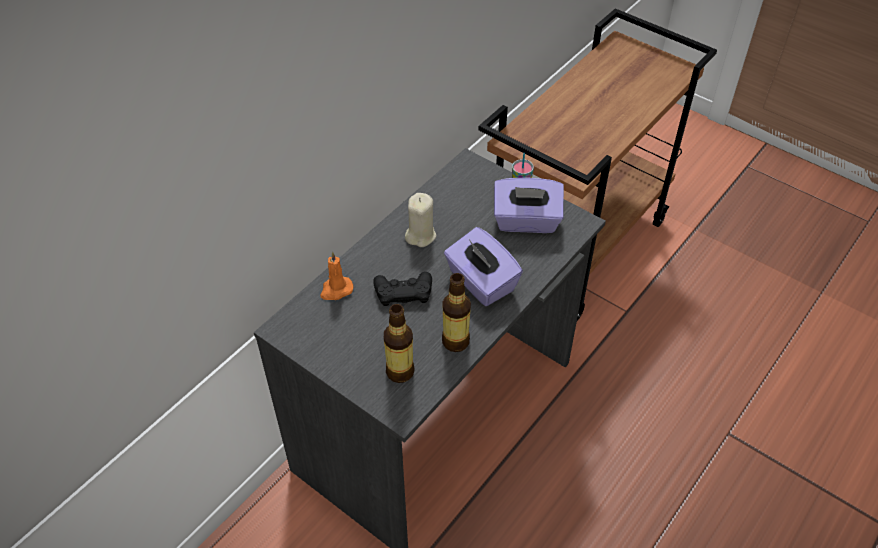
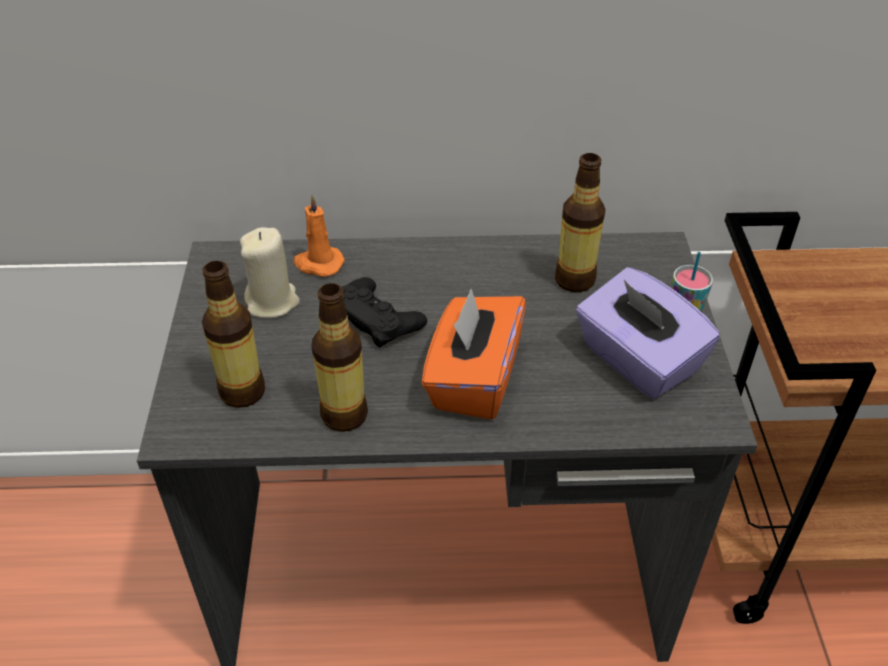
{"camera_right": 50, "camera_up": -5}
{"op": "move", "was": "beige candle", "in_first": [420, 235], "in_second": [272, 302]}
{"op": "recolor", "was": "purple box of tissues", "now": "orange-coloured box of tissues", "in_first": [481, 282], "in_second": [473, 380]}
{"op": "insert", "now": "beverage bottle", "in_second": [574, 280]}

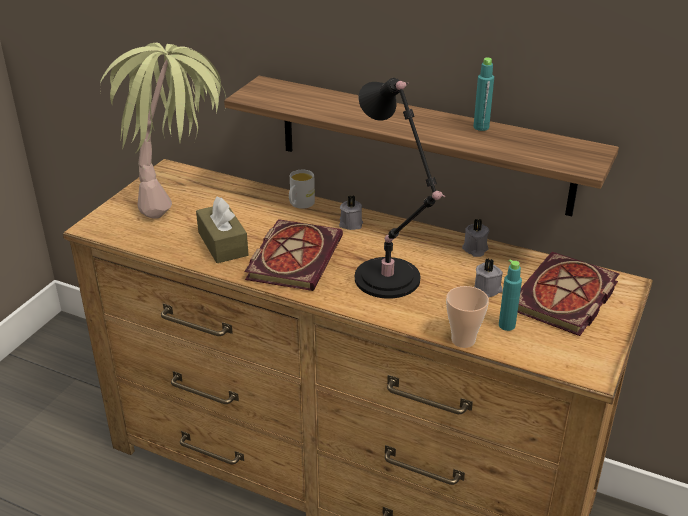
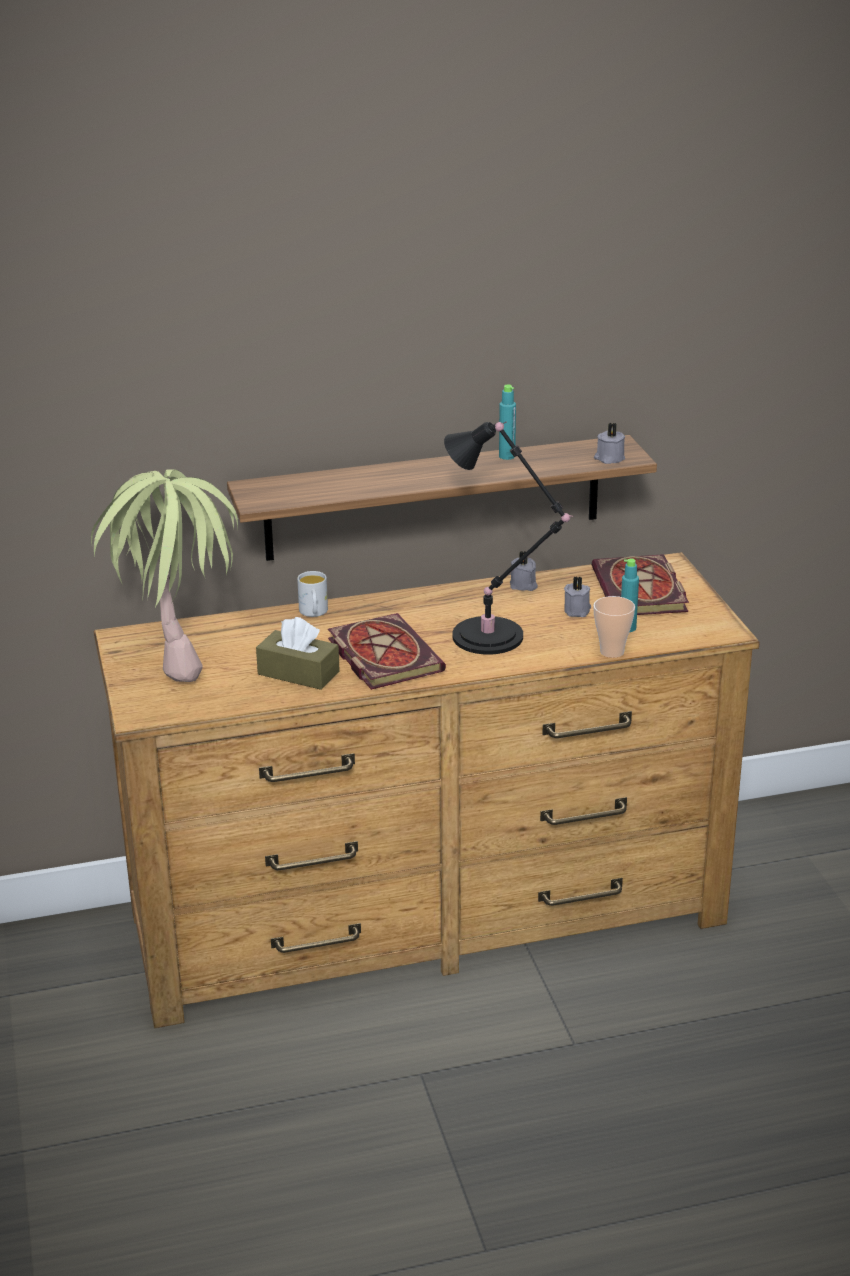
{"camera_right": -40, "camera_up": -5}
{"op": "move", "was": "gray candle", "in_first": [350, 223], "in_second": [609, 458]}

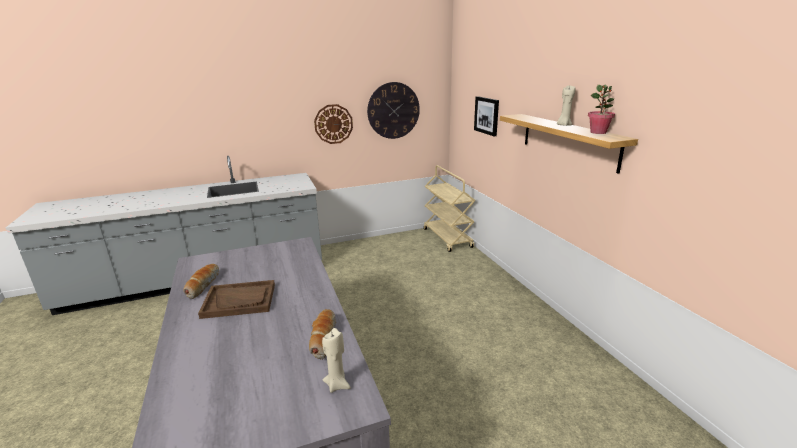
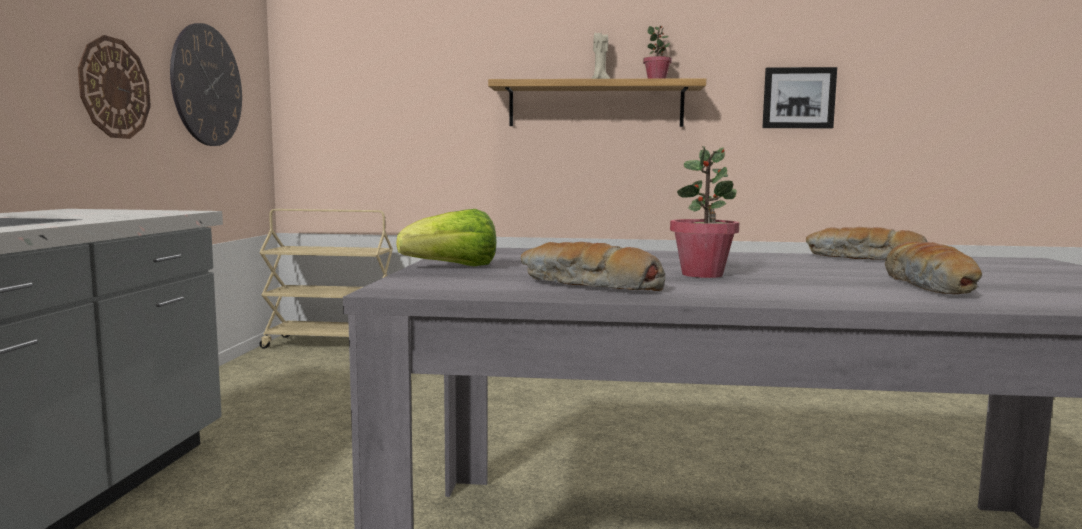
{"camera_right": -65, "camera_up": -15}
{"op": "replace", "was": "brownish tray", "now": "houseplant", "in_first": [239, 300], "in_second": [702, 274]}
{"op": "delete", "was": "beige candle", "in_first": [337, 384]}
{"op": "move", "was": "picture", "in_first": [487, 115], "in_second": [798, 98]}
{"op": "insert", "now": "lettuce", "in_second": [453, 267]}
{"op": "insert", "now": "bakery bread", "in_second": [930, 286]}

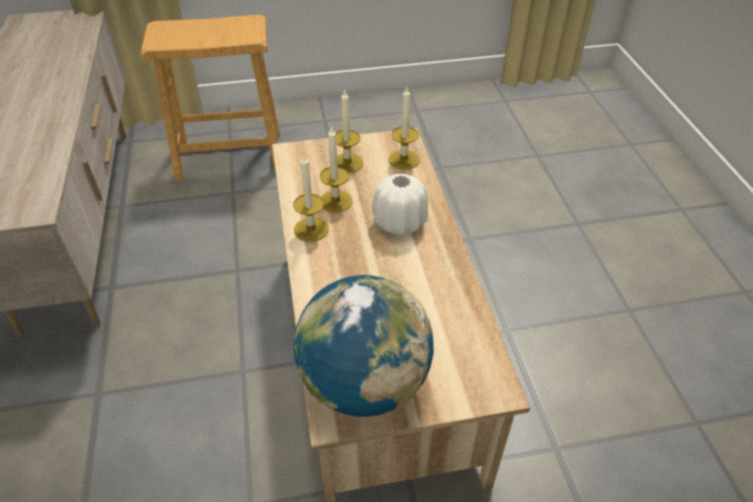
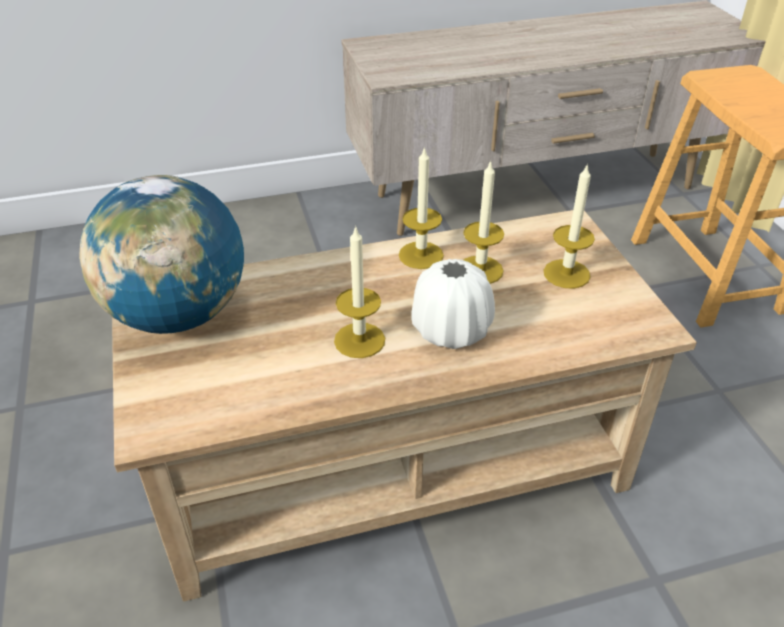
{"camera_right": 85, "camera_up": -5}
{"op": "move", "was": "candle", "in_first": [404, 159], "in_second": [359, 340]}

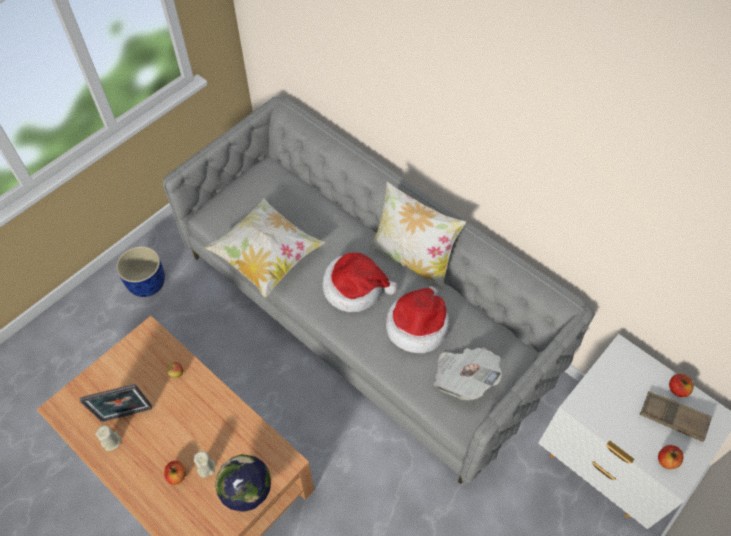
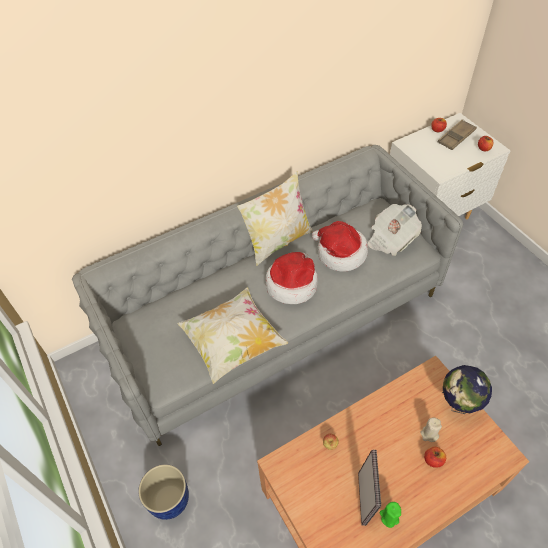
{"camera_right": -70, "camera_up": -5}
{"op": "recolor", "was": "beige candle", "now": "green candle", "in_first": [111, 441], "in_second": [389, 517]}

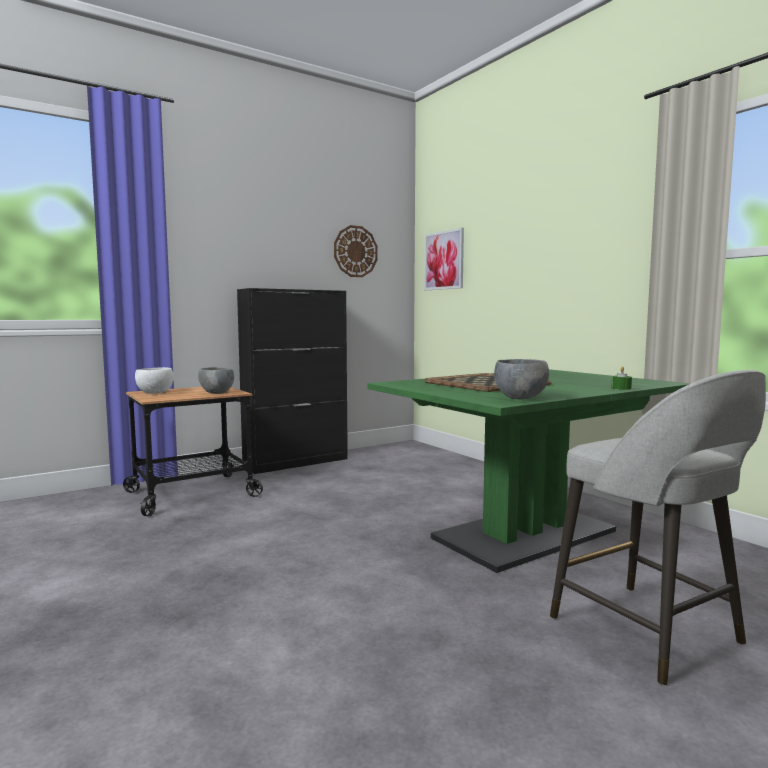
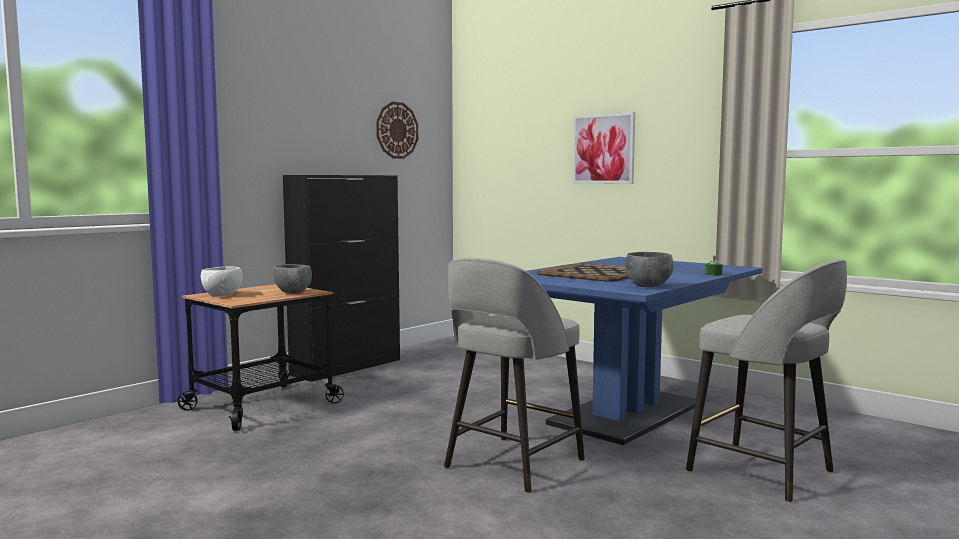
{"camera_right": -15, "camera_up": 0}
{"op": "recolor", "was": "green kitchen table", "now": "blue-coloured kitchen table", "in_first": [524, 535], "in_second": [626, 414]}
{"op": "move", "was": "picture", "in_first": [444, 260], "in_second": [603, 149]}
{"op": "insert", "now": "gray sitting stool", "in_second": [511, 465]}

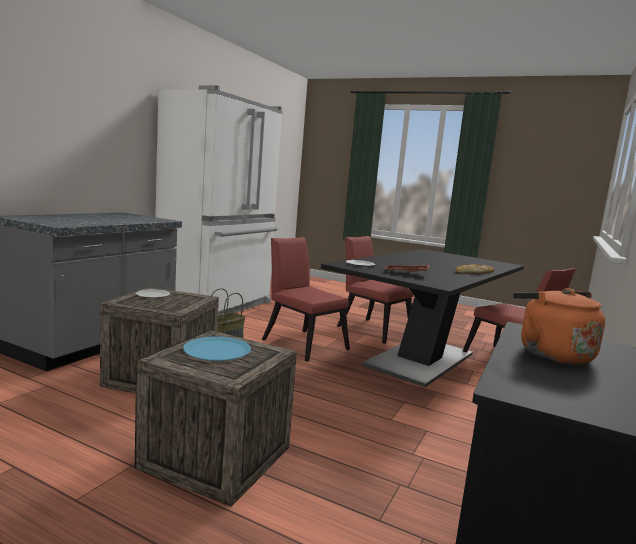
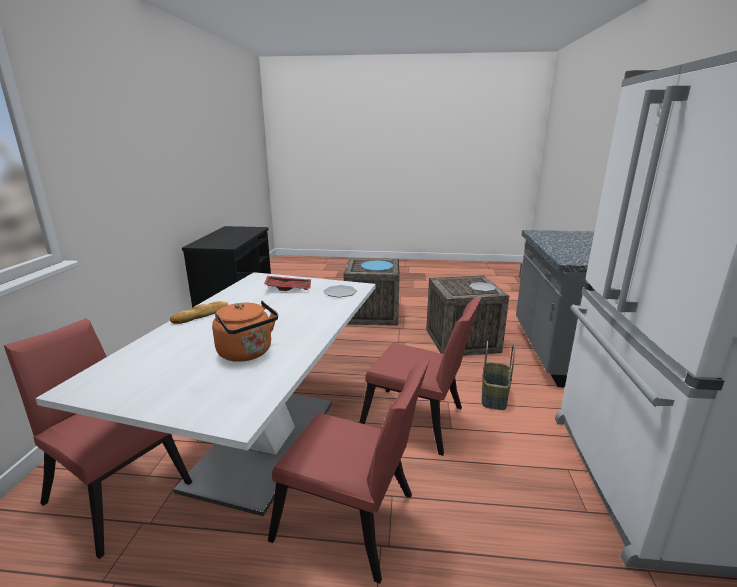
{"camera_right": 160, "camera_up": 10}
{"op": "recolor", "was": "black kitchen table", "now": "white-coloured kitchen table", "in_first": [420, 359], "in_second": [264, 442]}
{"op": "move", "was": "orange-coloured kettle", "in_first": [550, 354], "in_second": [247, 353]}

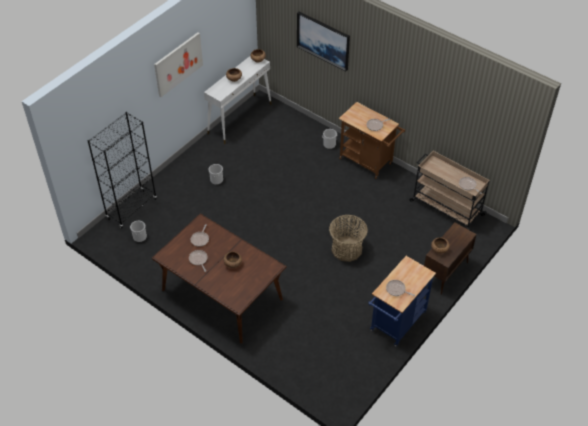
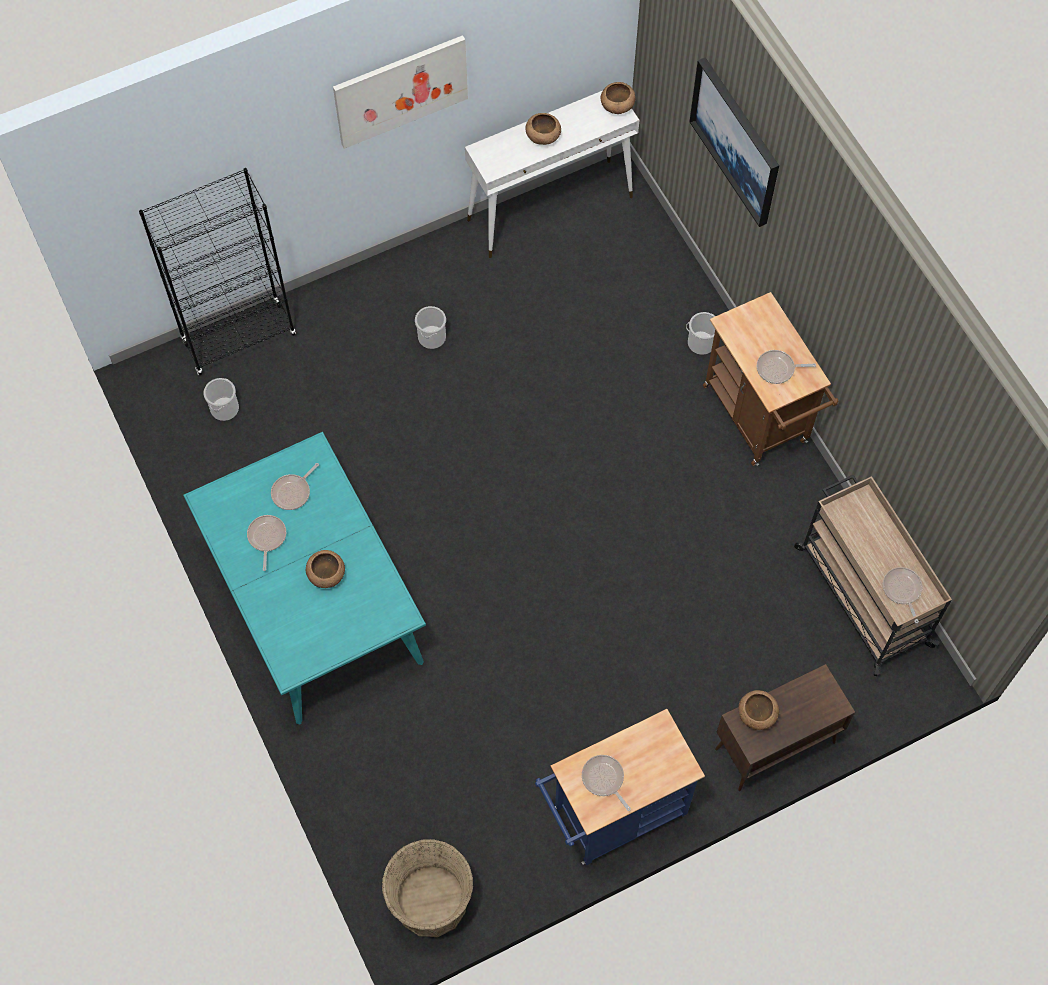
{"camera_right": 25, "camera_up": 15}
{"op": "recolor", "was": "brownish kitchen table", "now": "blue-green kitchen table", "in_first": [222, 294], "in_second": [316, 603]}
{"op": "move", "was": "basket", "in_first": [347, 249], "in_second": [431, 901]}

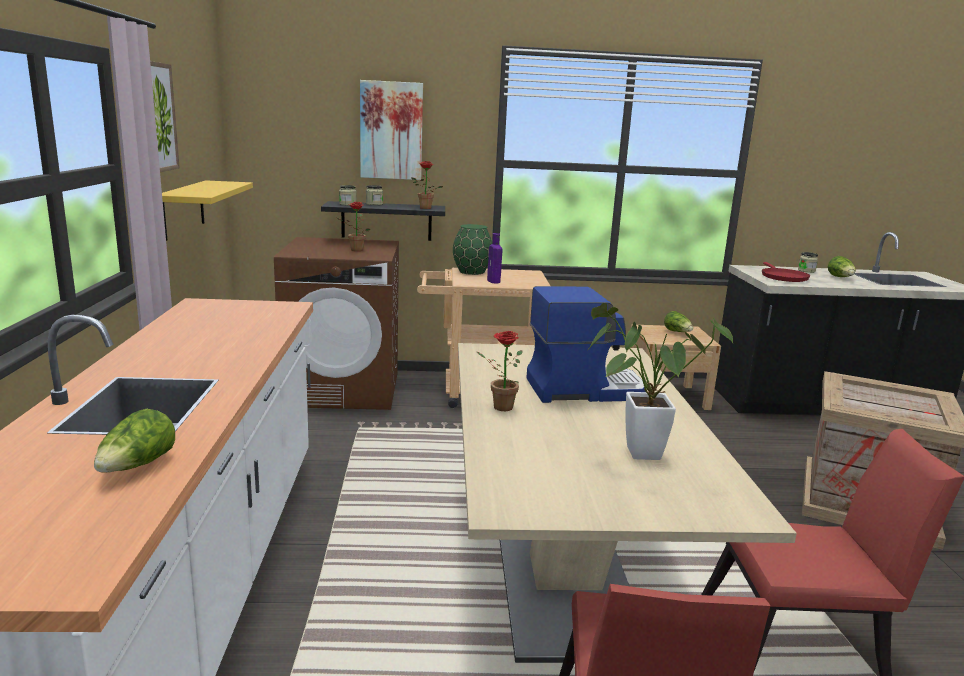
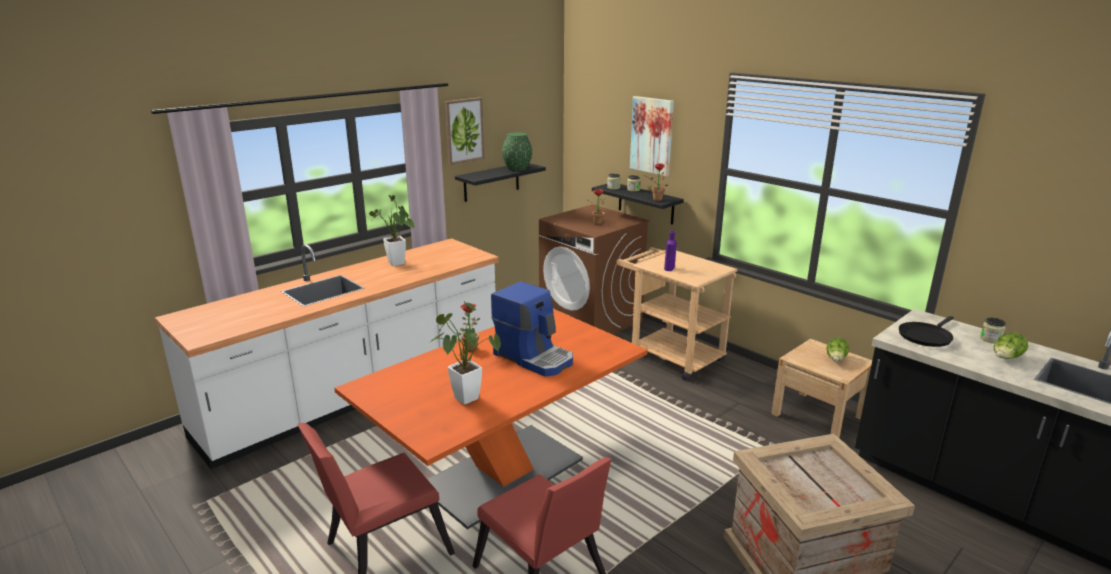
{"camera_right": 50, "camera_up": 5}
{"op": "delete", "was": "lettuce", "in_first": [137, 466]}
{"op": "recolor", "was": "yellow-coloured shelf", "now": "black shelf", "in_first": [183, 209], "in_second": [491, 182]}
{"op": "move", "was": "green decorative vase", "in_first": [472, 272], "in_second": [517, 168]}
{"op": "recolor", "was": "beige kitchen table", "now": "orange-coloured kitchen table", "in_first": [564, 580], "in_second": [502, 473]}
{"op": "recolor", "was": "red-coloured skillet", "now": "black skillet", "in_first": [782, 277], "in_second": [925, 336]}
{"op": "insert", "now": "houseplant", "in_second": [397, 264]}

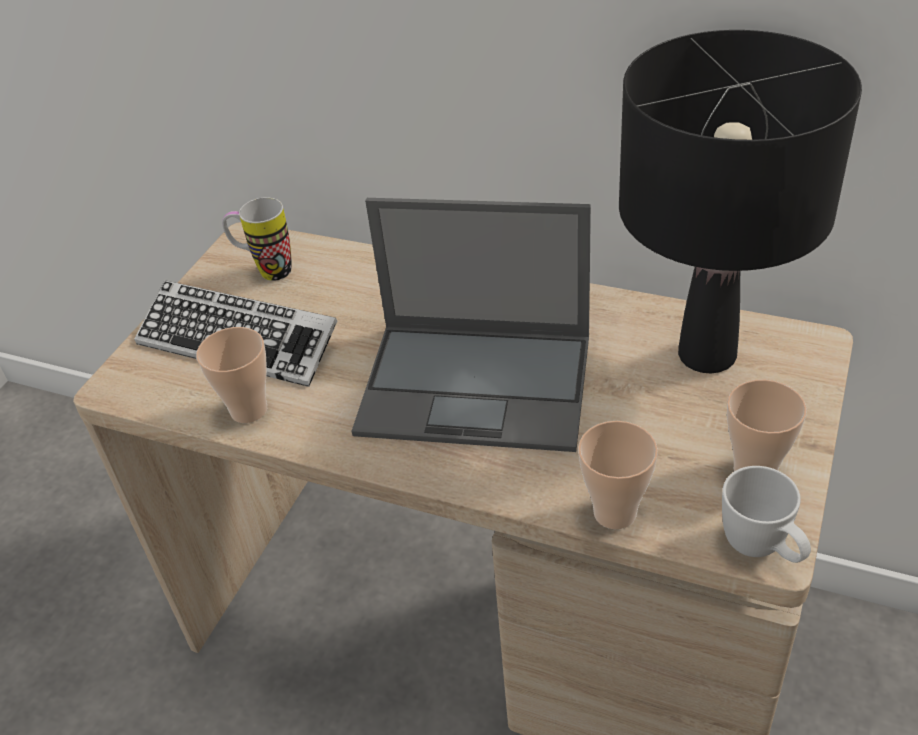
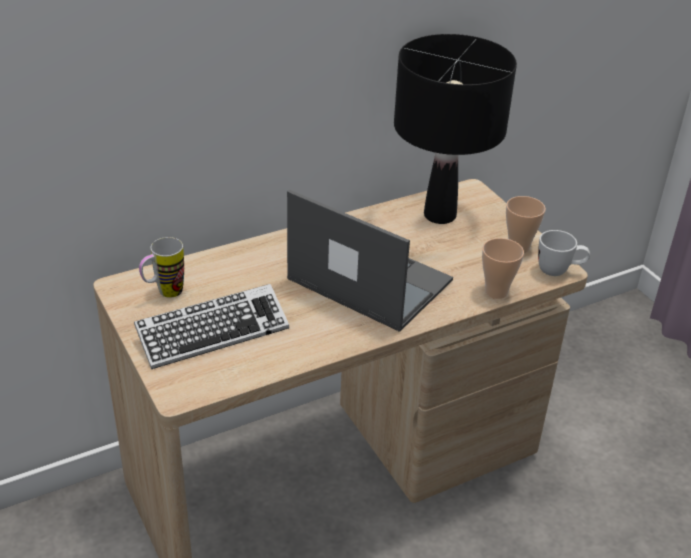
{"camera_right": -55, "camera_up": -5}
{"op": "delete", "was": "small cup", "in_first": [249, 410]}
{"op": "rotate", "was": "notebook computer", "in_first": [478, 385], "in_second": [367, 280], "clockwise": -105}

